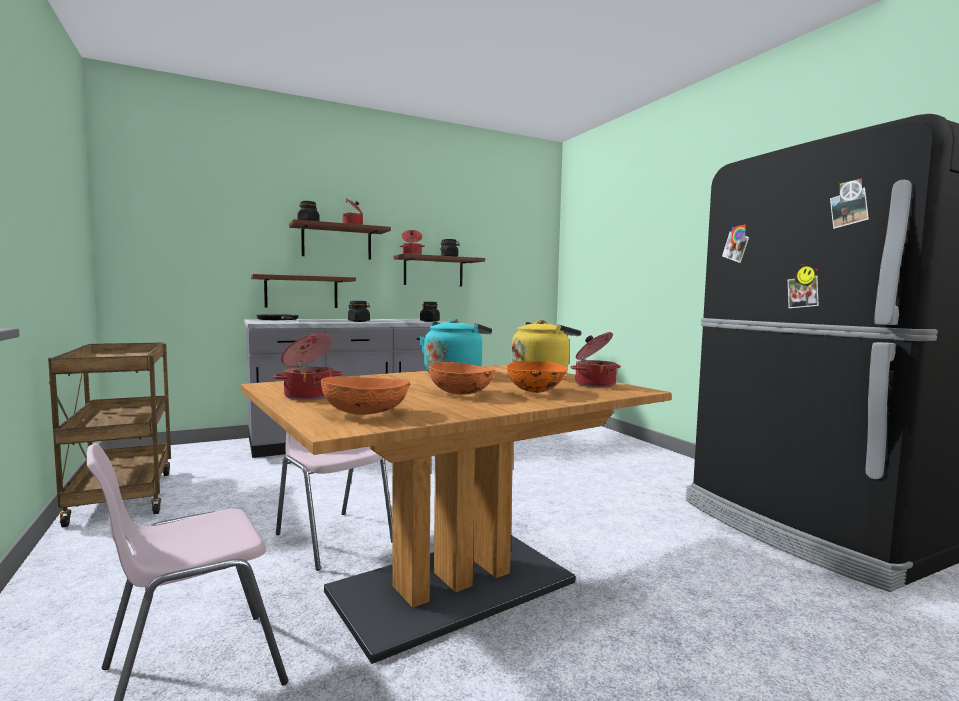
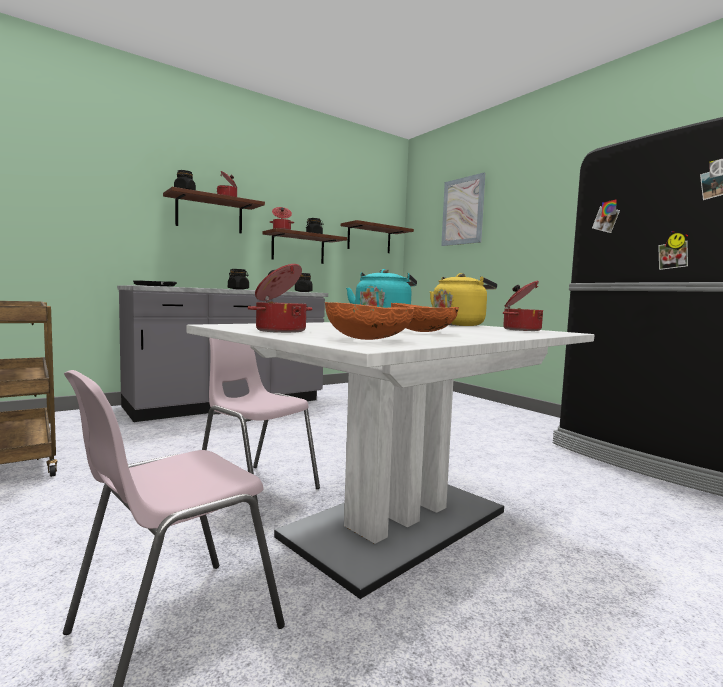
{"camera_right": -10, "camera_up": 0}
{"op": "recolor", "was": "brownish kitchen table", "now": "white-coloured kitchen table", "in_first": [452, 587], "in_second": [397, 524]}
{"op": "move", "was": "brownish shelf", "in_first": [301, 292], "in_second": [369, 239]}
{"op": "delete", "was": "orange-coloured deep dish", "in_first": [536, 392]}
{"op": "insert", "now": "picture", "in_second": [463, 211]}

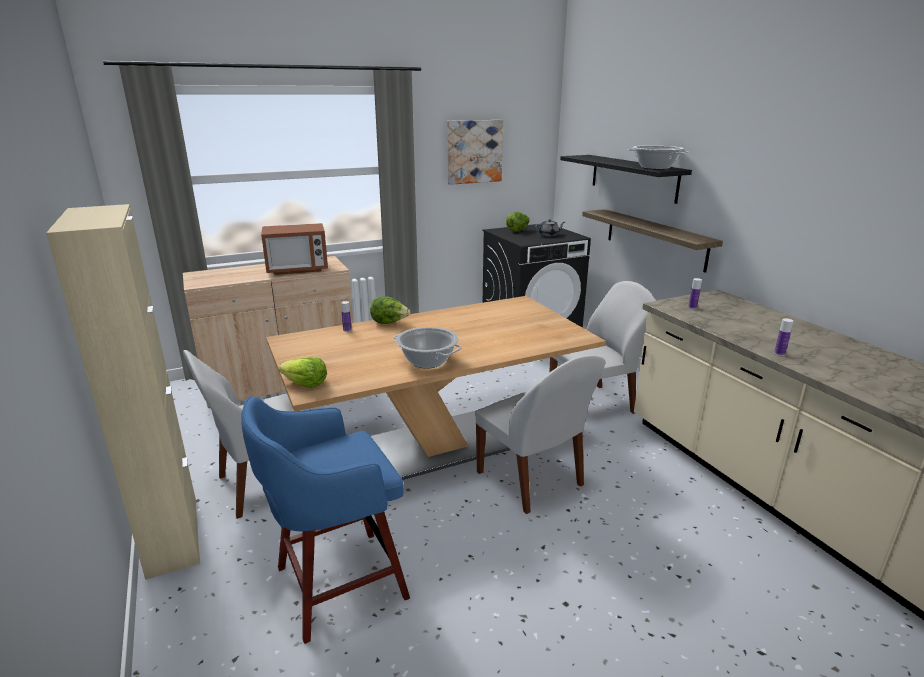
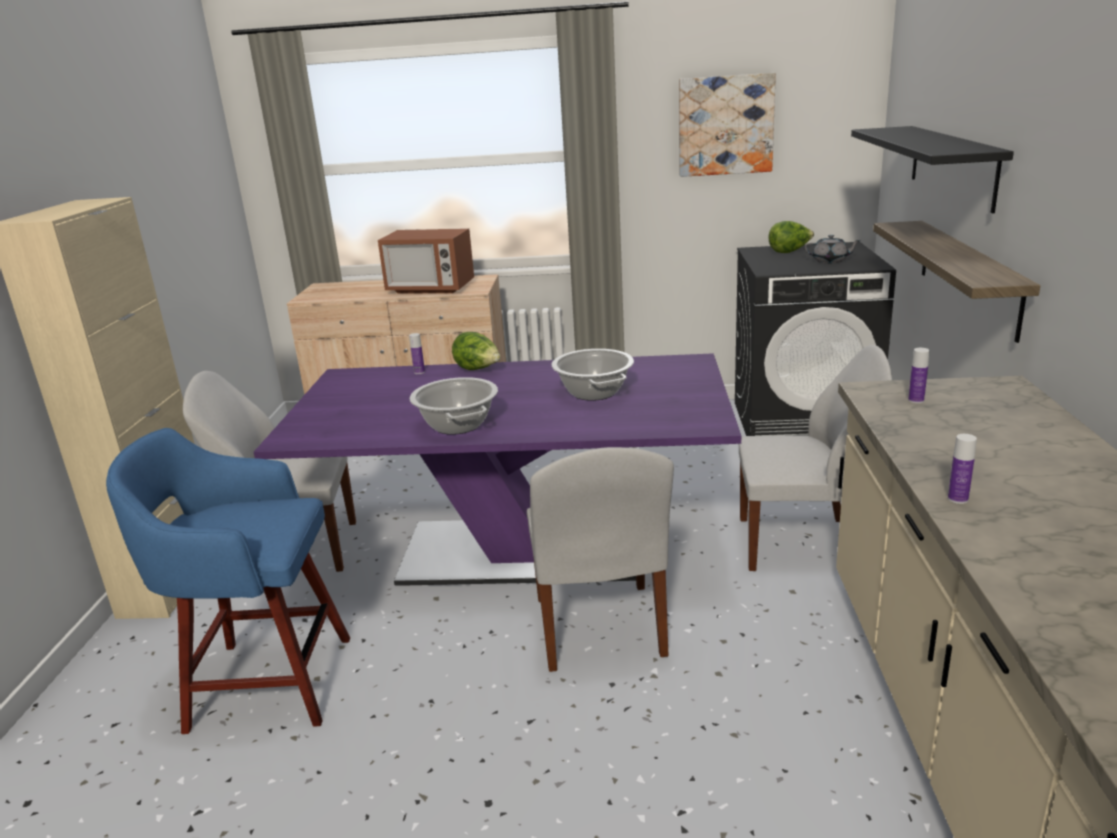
{"camera_right": 30, "camera_up": 0}
{"op": "recolor", "was": "beige kitchen table", "now": "purple kitchen table", "in_first": [436, 446], "in_second": [520, 552]}
{"op": "delete", "was": "lettuce", "in_first": [305, 384]}
{"op": "move", "was": "stockpot", "in_first": [655, 168], "in_second": [594, 392]}

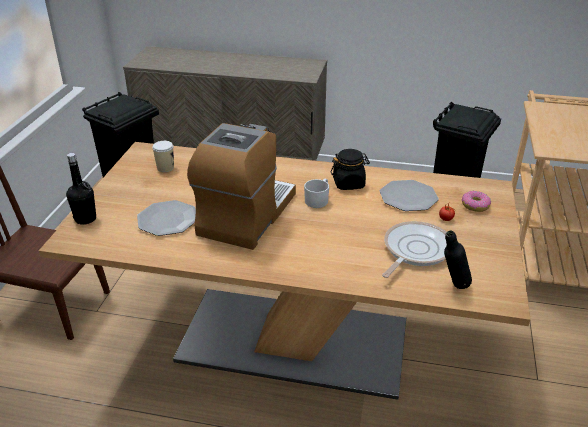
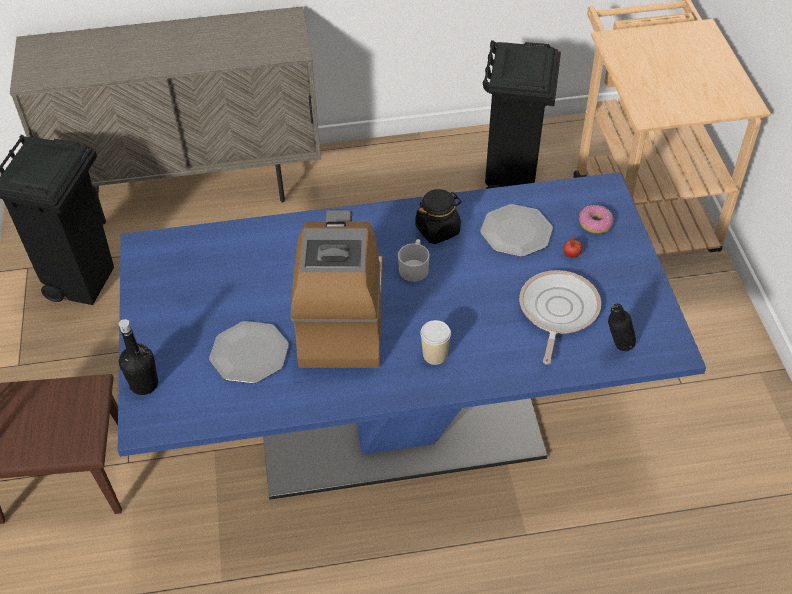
{"camera_right": -20, "camera_up": 15}
{"op": "recolor", "was": "beige kitchen table", "now": "blue-coloured kitchen table", "in_first": [293, 342], "in_second": [399, 424]}
{"op": "move", "was": "small cup", "in_first": [165, 168], "in_second": [435, 355]}

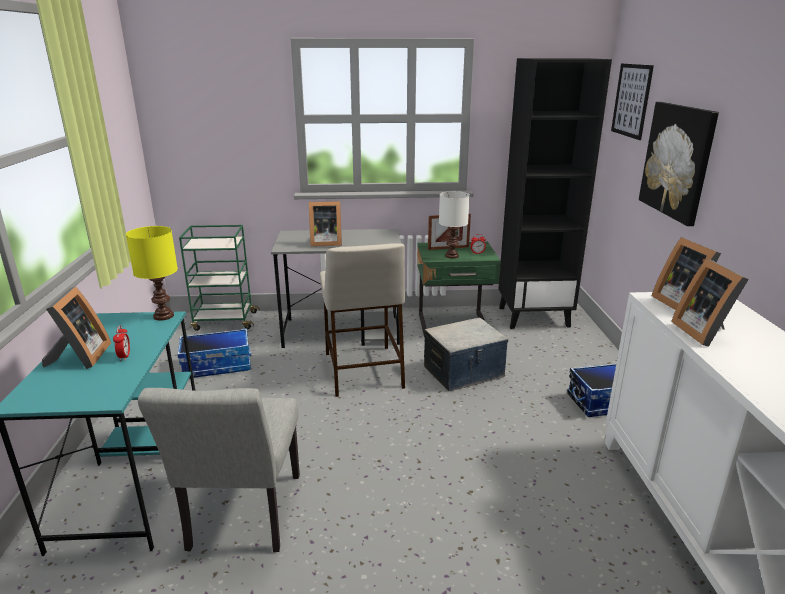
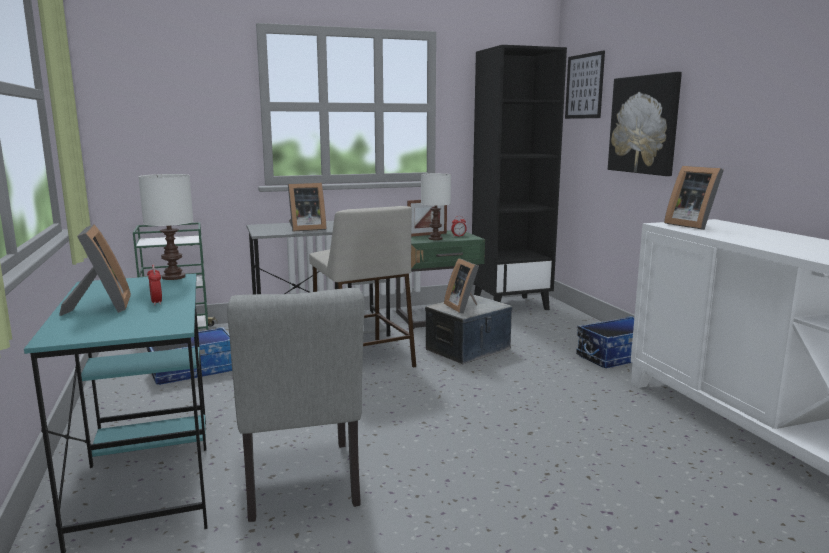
{"camera_right": -15, "camera_up": -10}
{"op": "recolor", "was": "yellow-coloured table lamp", "now": "white-coloured table lamp", "in_first": [163, 316], "in_second": [173, 277]}
{"op": "move", "was": "standing frame", "in_first": [704, 332], "in_second": [463, 307]}

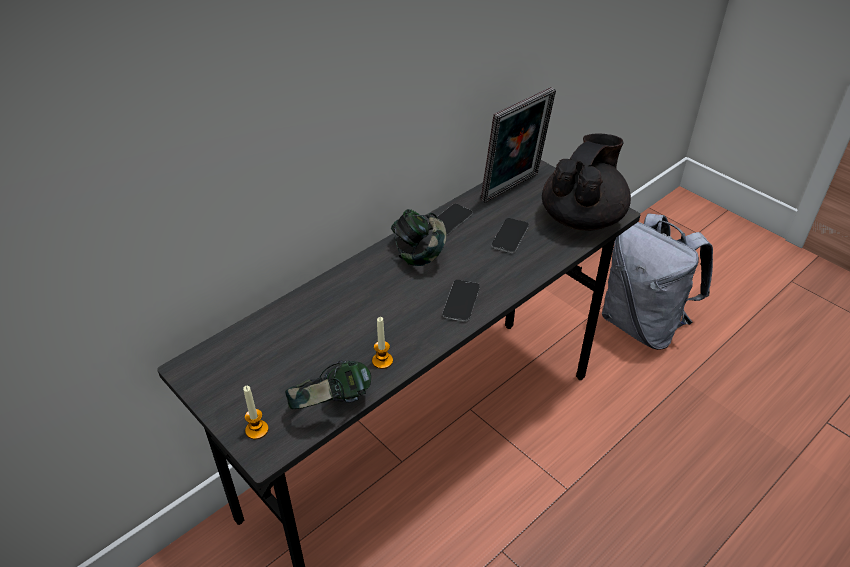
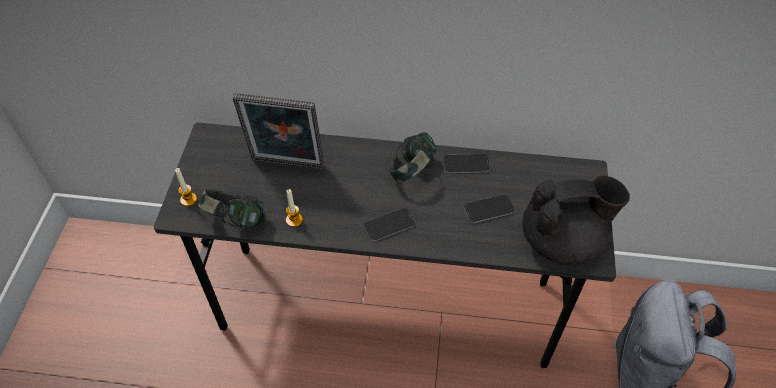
{"camera_right": 50, "camera_up": 10}
{"op": "move", "was": "standing frame", "in_first": [513, 189], "in_second": [287, 166]}

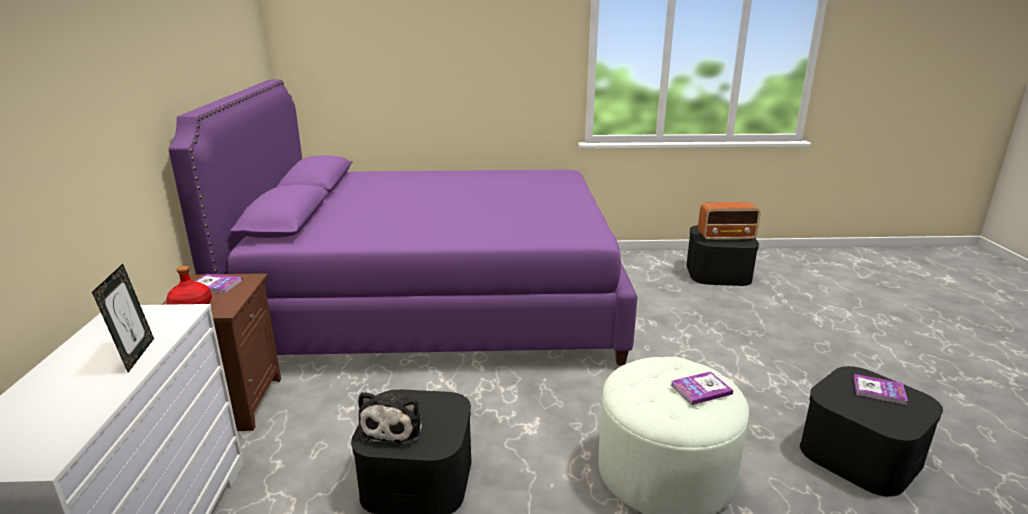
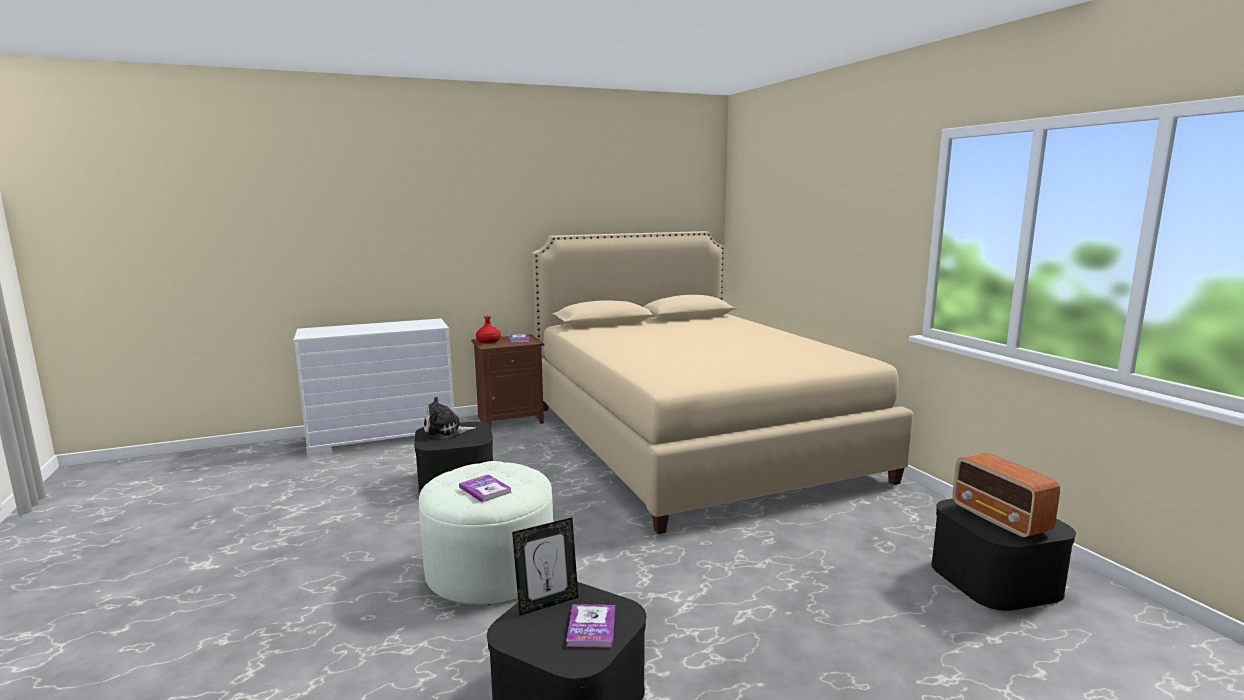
{"camera_right": 70, "camera_up": -10}
{"op": "move", "was": "standing frame", "in_first": [135, 355], "in_second": [547, 603]}
{"op": "recolor", "was": "purple bed", "now": "beige bed", "in_first": [437, 303], "in_second": [692, 441]}

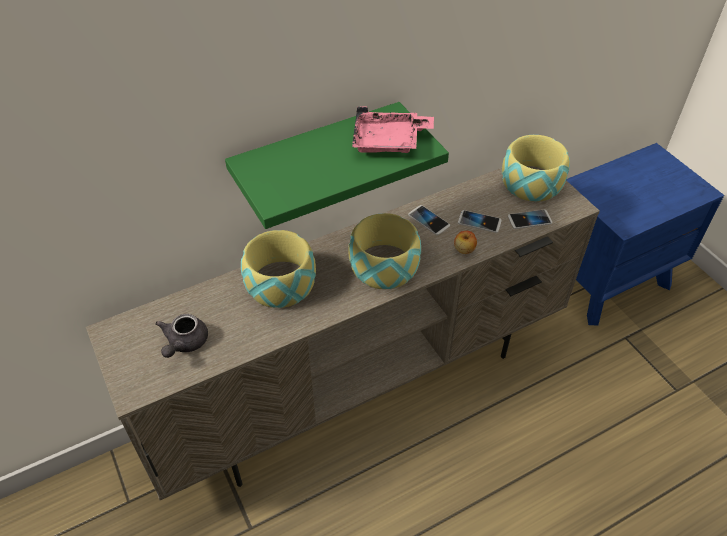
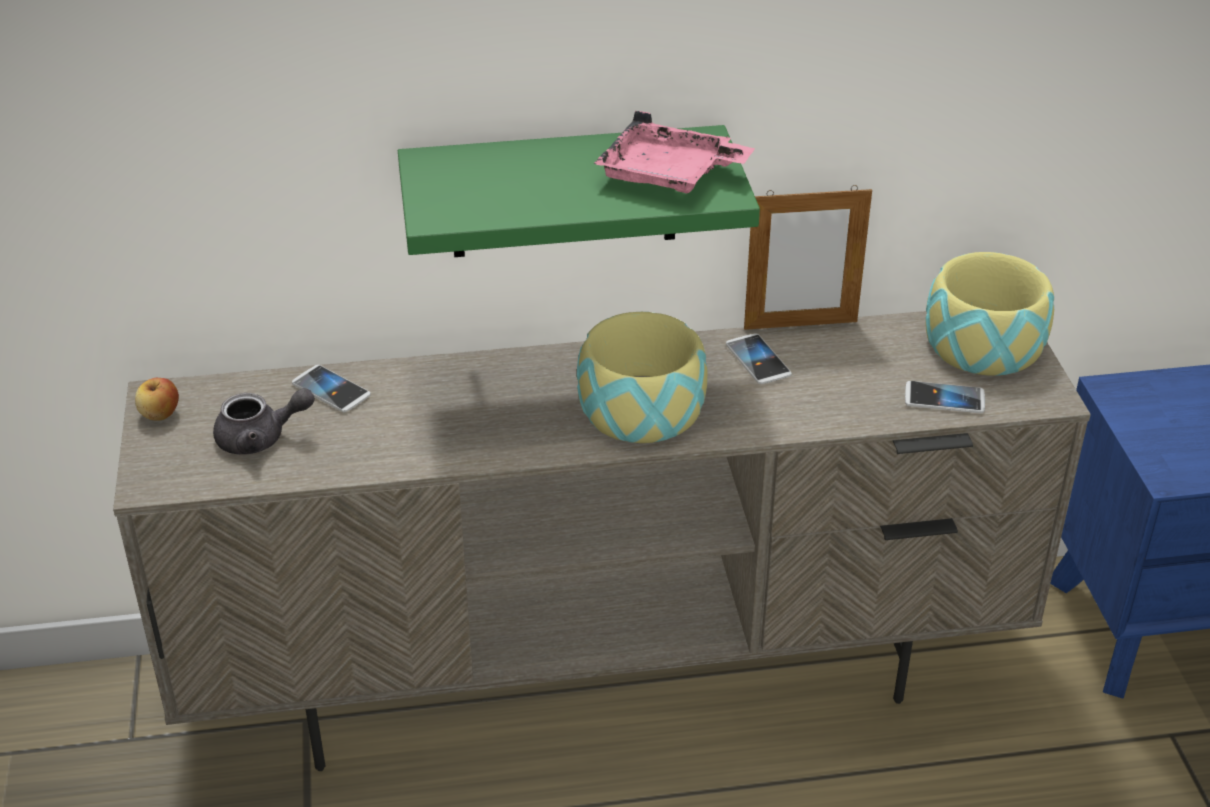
{"camera_right": 20, "camera_up": -10}
{"op": "rotate", "was": "gray teapot", "in_first": [184, 343], "in_second": [261, 438], "clockwise": -135}
{"op": "delete", "was": "deep dish", "in_first": [281, 283]}
{"op": "move", "was": "whole apple", "in_first": [464, 249], "in_second": [160, 414]}
{"op": "move", "was": "handset", "in_first": [479, 222], "in_second": [331, 390]}
{"op": "insert", "now": "standing frame", "in_second": [800, 325]}

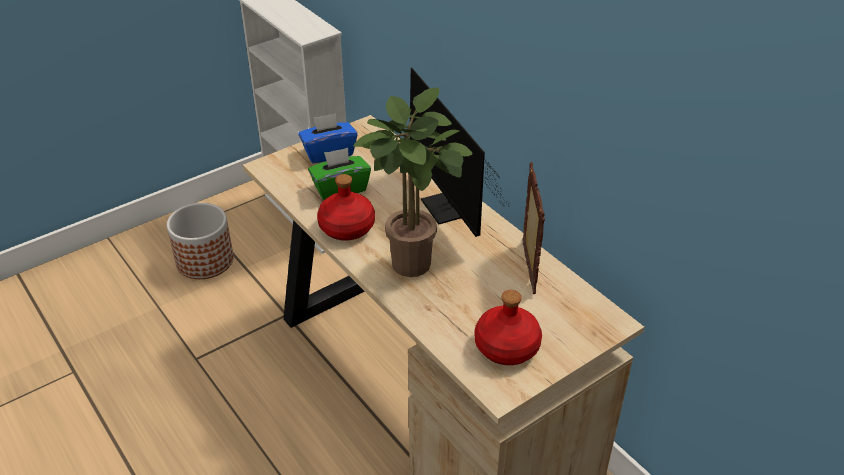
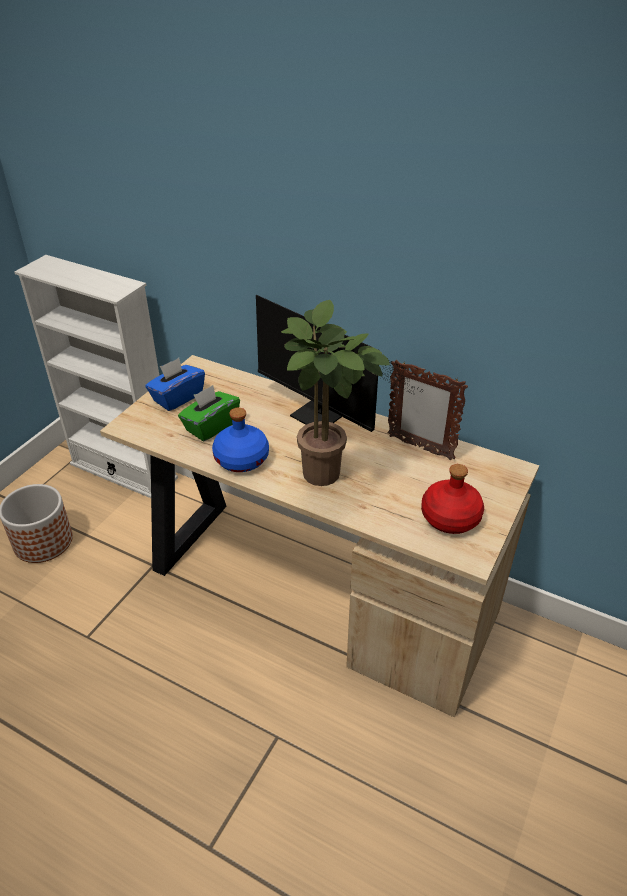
{"camera_right": -25, "camera_up": 0}
{"op": "recolor", "was": "red-coloured beverage bottle", "now": "blue-coloured beverage bottle", "in_first": [347, 227], "in_second": [242, 459]}
{"op": "rotate", "was": "standing frame", "in_first": [528, 269], "in_second": [419, 447], "clockwise": 150}

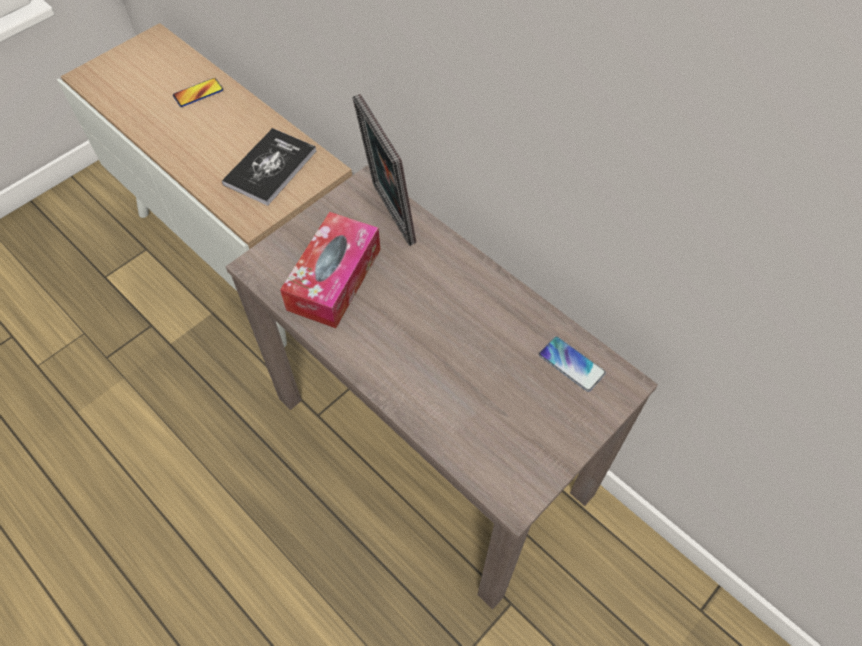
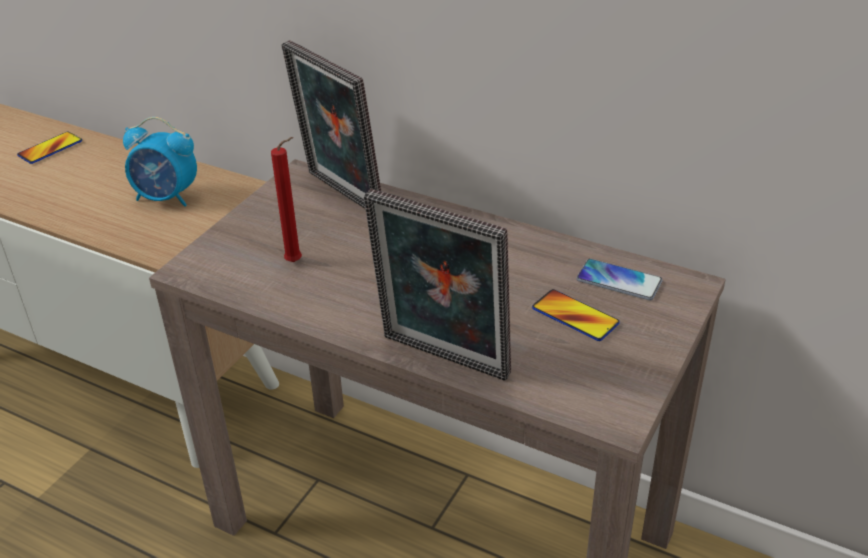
{"camera_right": -15, "camera_up": -20}
{"op": "replace", "was": "volume", "now": "table clock", "in_first": [270, 167], "in_second": [167, 198]}
{"op": "replace", "was": "box of tissues", "now": "red-coloured candle", "in_first": [334, 279], "in_second": [296, 262]}
{"op": "insert", "now": "standing frame", "in_second": [441, 360]}
{"op": "insert", "now": "handset", "in_second": [575, 316]}

